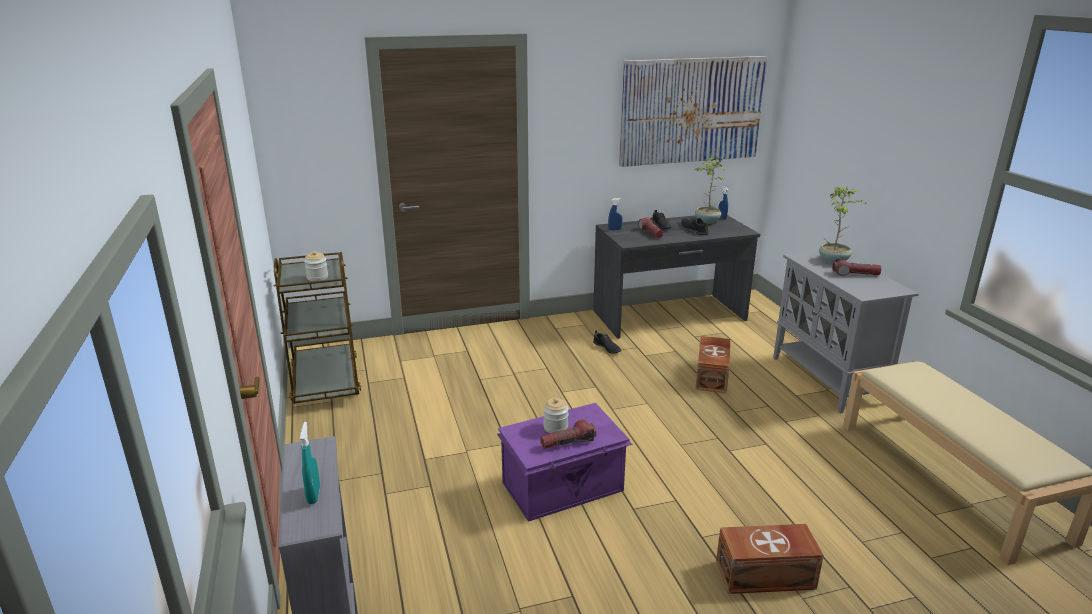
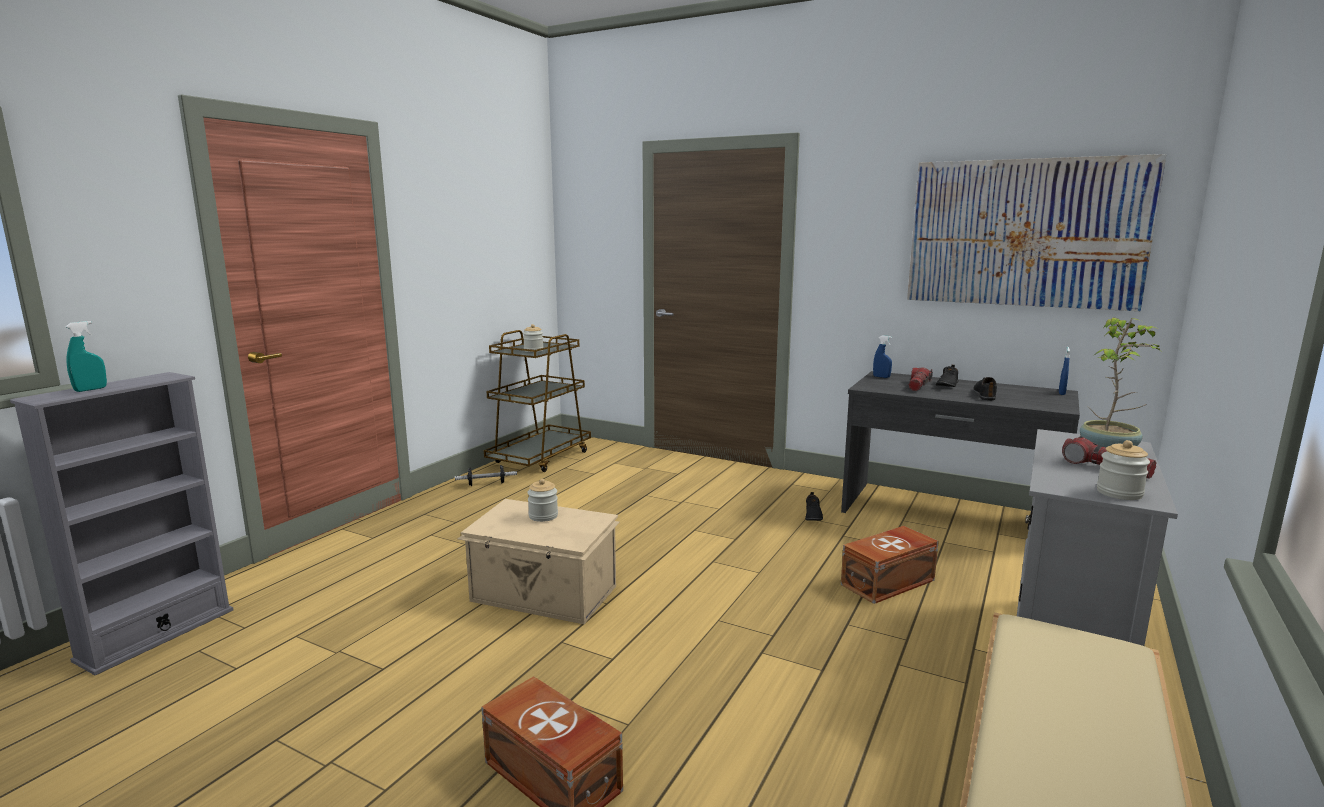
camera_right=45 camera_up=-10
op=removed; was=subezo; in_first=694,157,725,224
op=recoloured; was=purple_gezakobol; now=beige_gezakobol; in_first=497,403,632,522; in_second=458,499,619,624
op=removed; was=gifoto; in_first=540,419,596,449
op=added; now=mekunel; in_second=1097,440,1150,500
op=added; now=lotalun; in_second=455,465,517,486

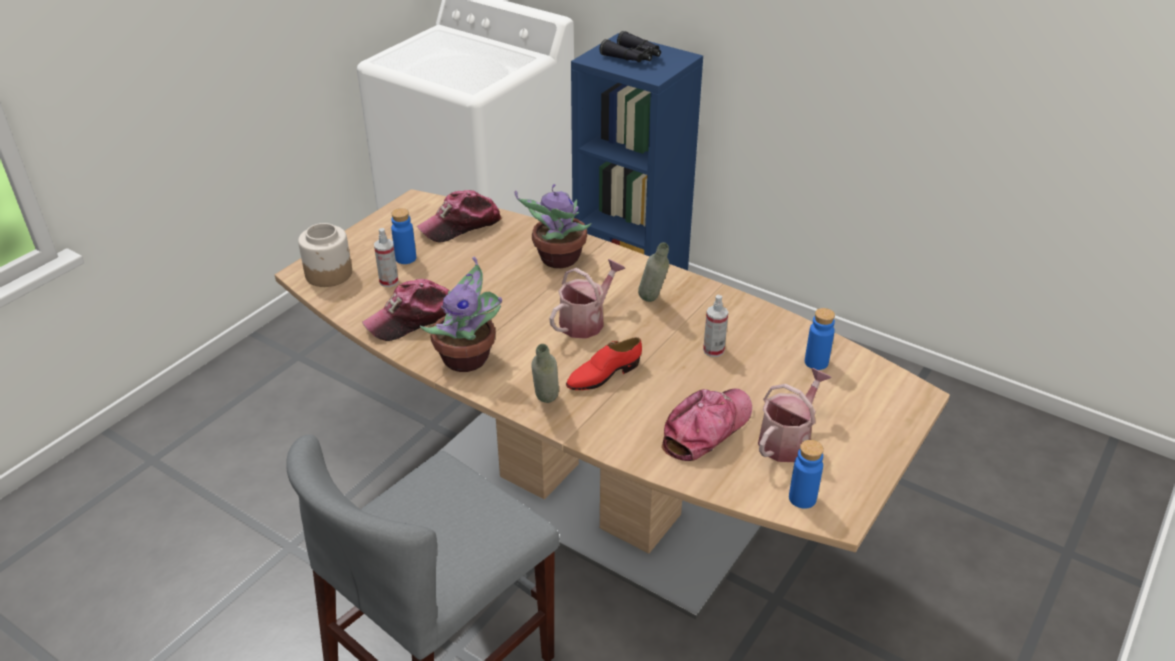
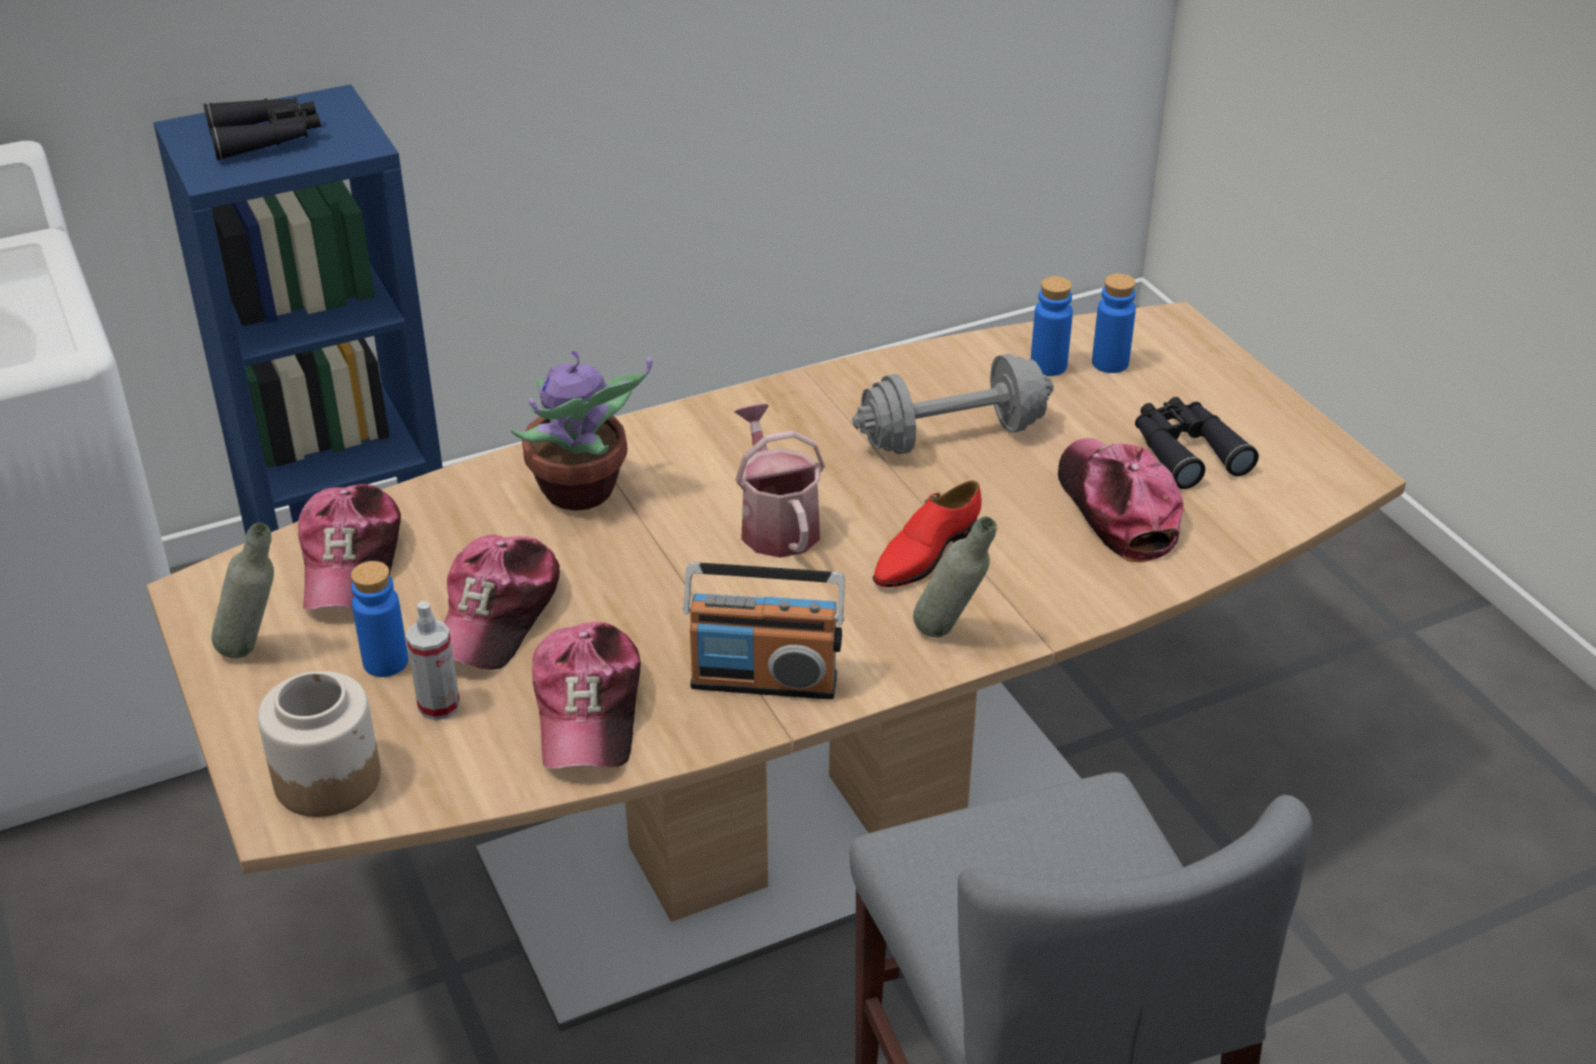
camera_right=-60 camera_up=0
op=moved; was=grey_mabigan; in_first=638,242,669,302; in_second=211,523,274,658
op=replaced; was=subezo; now=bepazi; in_first=420,256,502,372; in_second=683,562,845,699
op=replaced; was=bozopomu; now=grey_lotalun; in_first=703,295,728,357; in_second=852,354,1054,454
op=turned; was=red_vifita; in_first=566,337,642,390; in_second=873,480,982,587; clockwise=45
op=replaced; was=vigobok; now=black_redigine; in_first=758,368,832,462; in_second=1135,397,1259,489
op=moved; was=blue_mabigan; in_first=789,440,824,509; in_second=1092,274,1136,373
op=added; now=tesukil; in_second=444,535,560,670

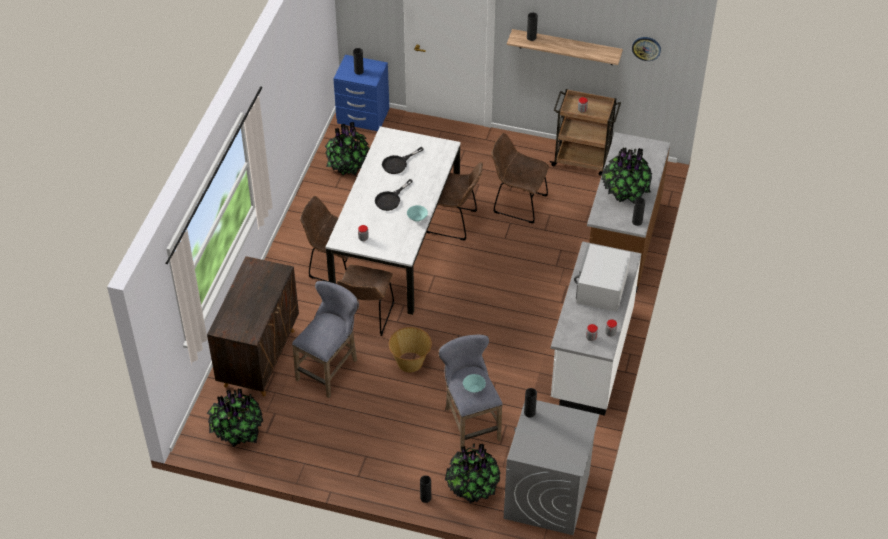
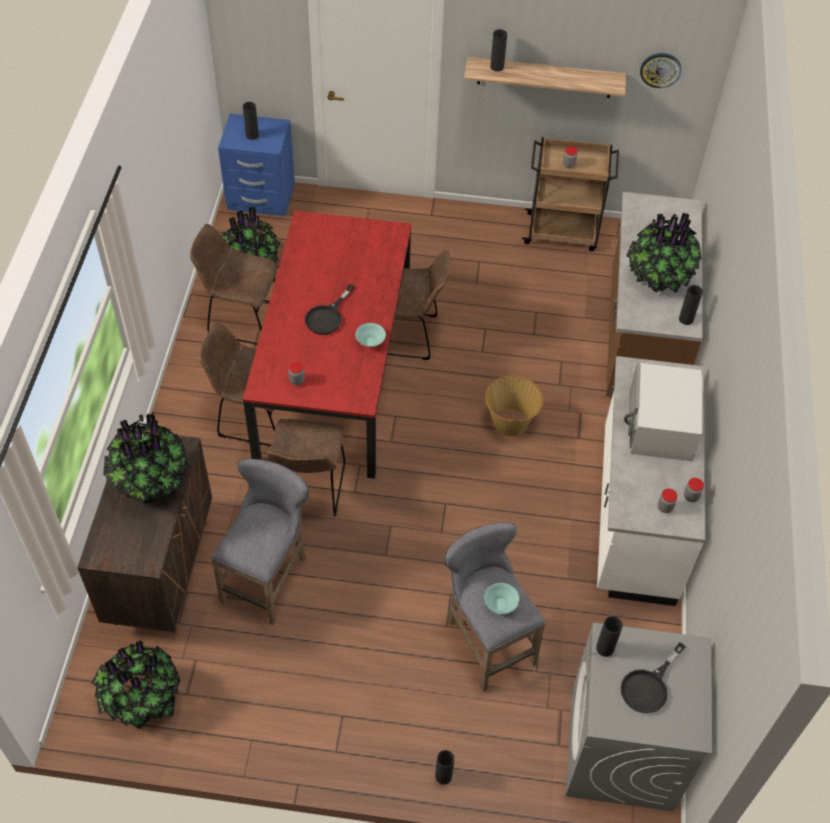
camera_right=-10 camera_up=5
op=recoloured; was=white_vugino; now=red_vugino; in_first=326,126,461,315; in_second=243,210,412,479
op=moved; was=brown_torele; in_first=491,133,549,223; in_second=190,224,278,345
op=moved; was=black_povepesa; in_first=382,147,424,174; in_second=620,642,686,713
op=moved; was=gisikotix; in_first=389,327,432,372; in_second=485,375,544,436
op=moved; was=subezo; in_first=445,443,501,503; in_second=103,413,191,505

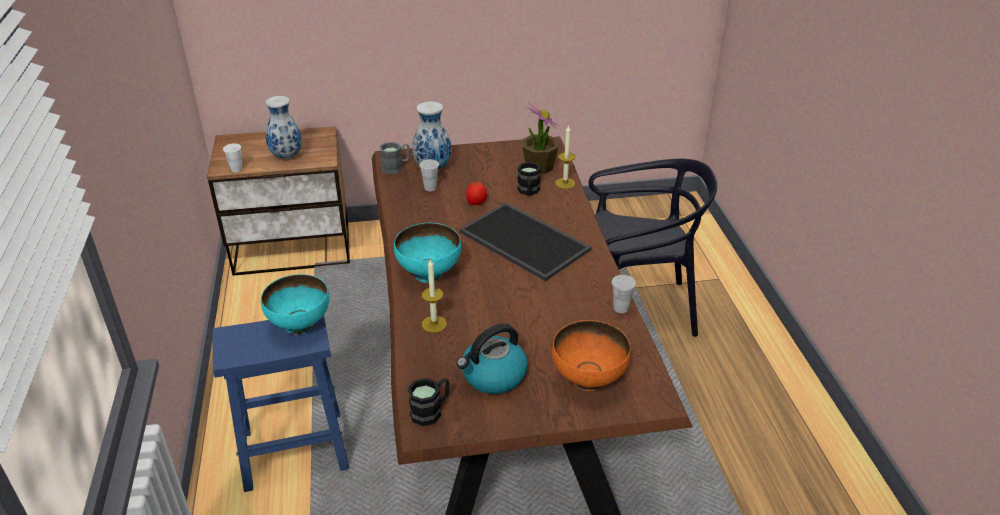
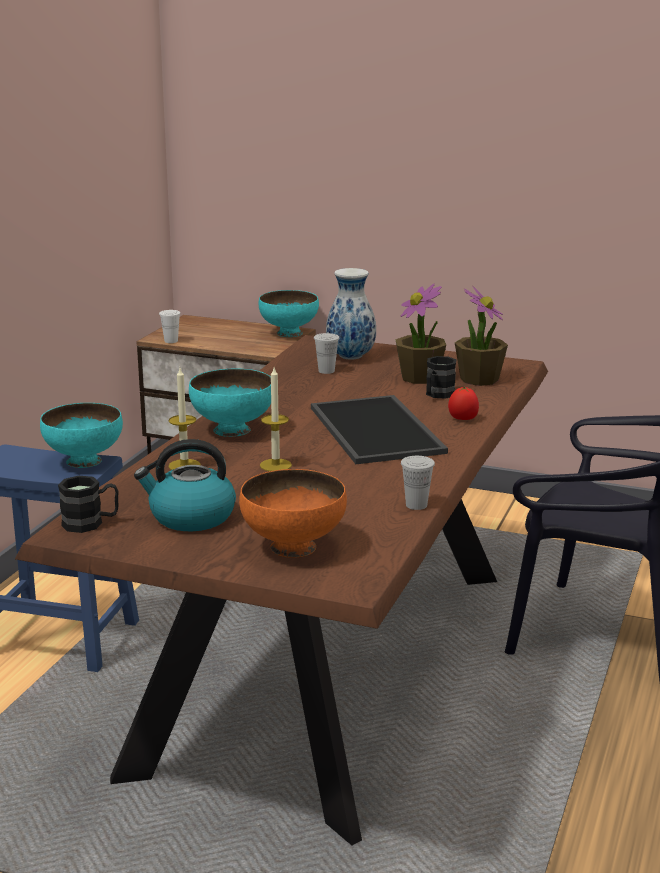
camera_right=30 camera_up=-15
op=removed; was=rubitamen; in_first=265,96,302,159
op=moved; was=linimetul; in_first=555,125,575,189; in_second=260,368,292,471
op=removed; was=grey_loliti; in_first=380,142,410,174
op=moved; was=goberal; in_first=466,182,487,205; in_second=448,387,479,420
op=added; now=subezo; in_second=395,283,446,384
op=added; now=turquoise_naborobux; in_second=259,290,319,337

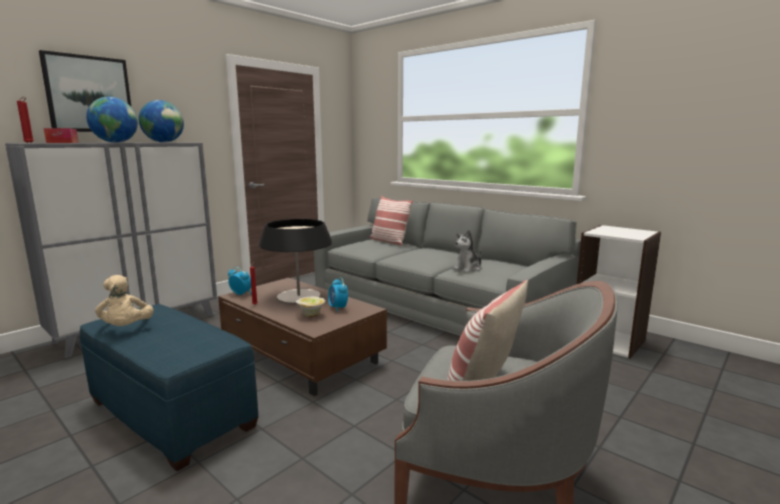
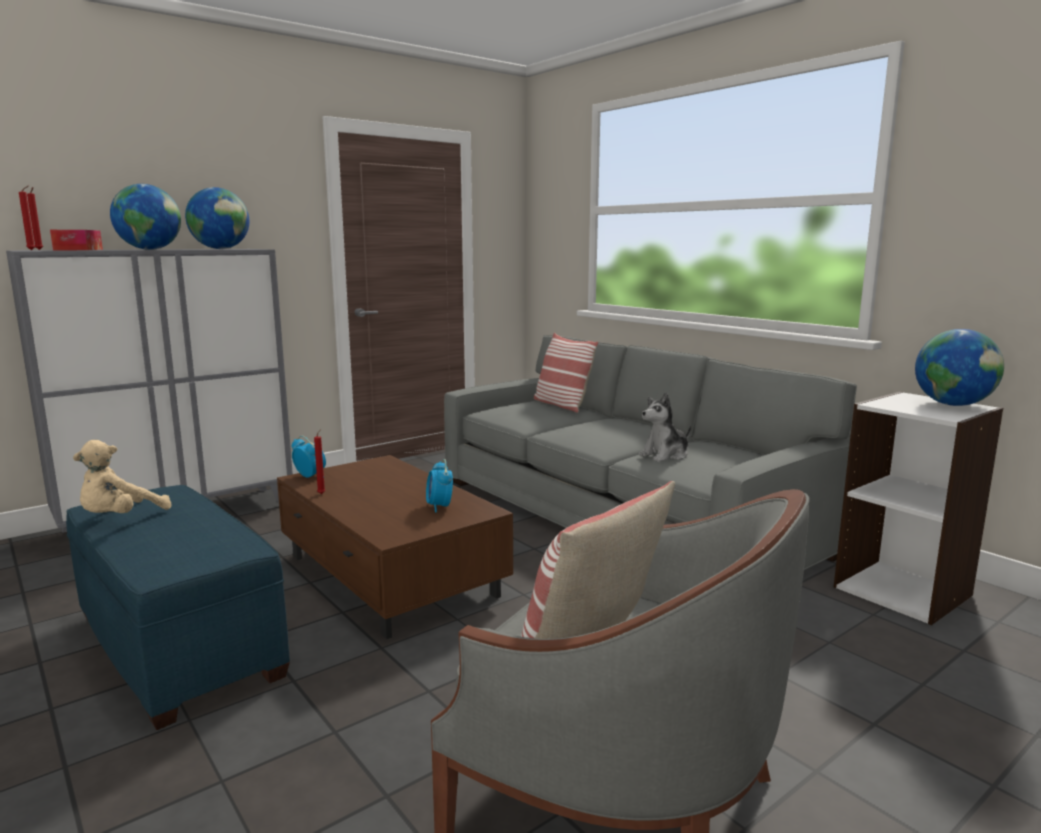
camera_right=10 camera_up=0
op=removed; was=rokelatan; in_first=39,50,131,132
op=removed; was=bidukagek; in_first=259,219,332,304
op=turned; was=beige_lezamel; in_first=95,275,154,326; in_second=73,440,171,513; clockwise=45
op=removed; was=naborobux; in_first=296,296,325,317
op=added; now=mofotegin; in_second=915,329,1004,406

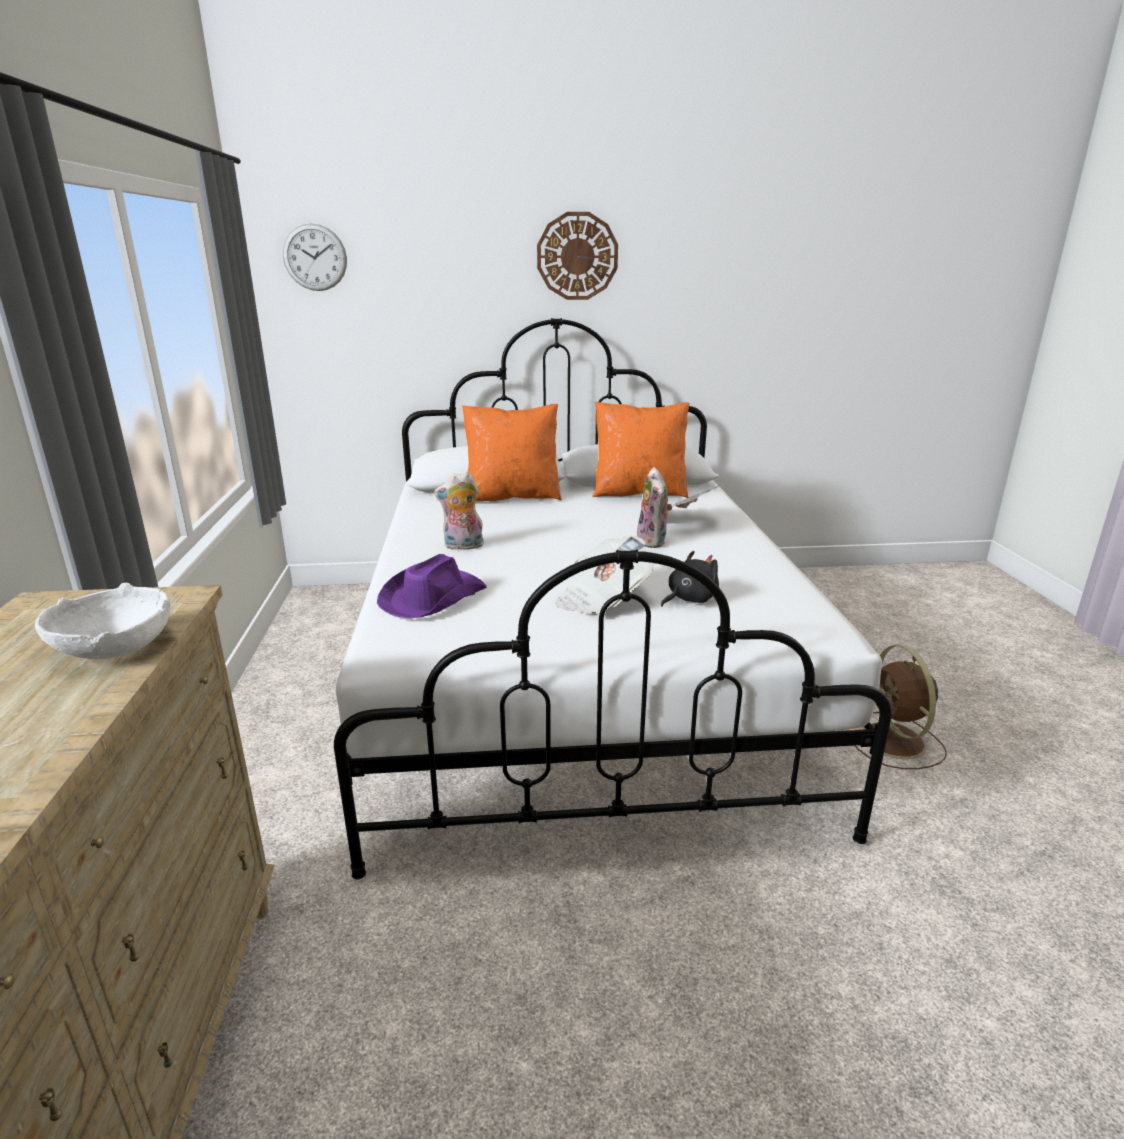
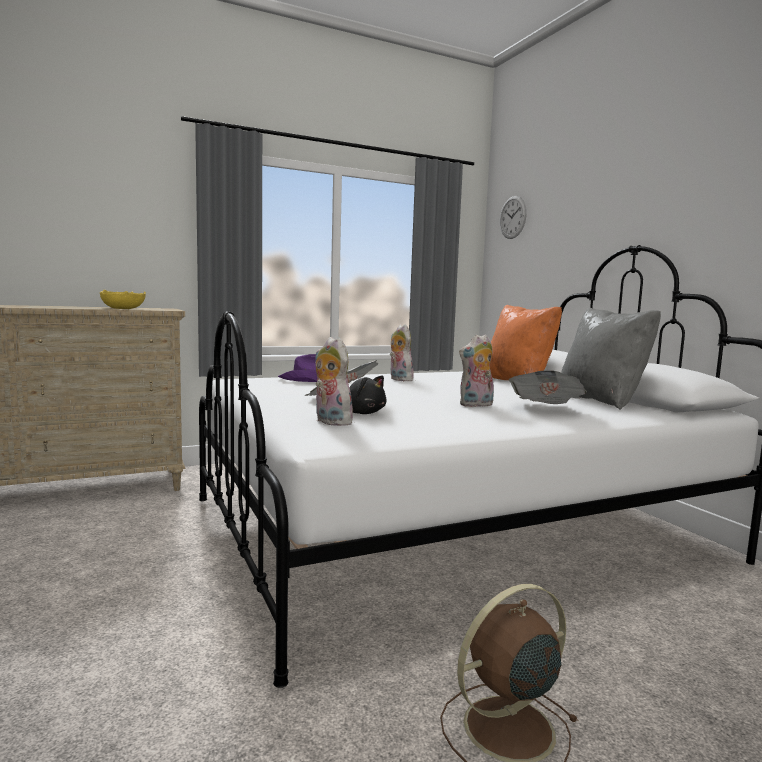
camera_right=70 camera_up=-15
op=removed; was=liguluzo; in_first=537,212,618,300
op=recoloured; was=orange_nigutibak; now=grey_nigutibak; in_first=592,402,690,498; in_second=561,308,661,410
op=recoloured; was=white_naborobux; now=yellow_naborobux; in_first=35,583,170,659; in_second=100,290,146,309
op=added; now=lezamel; in_second=315,337,356,426

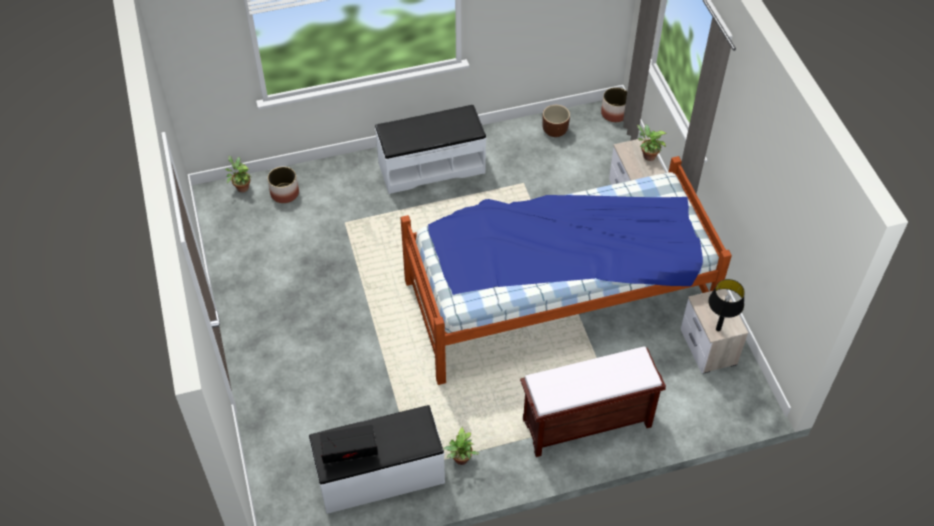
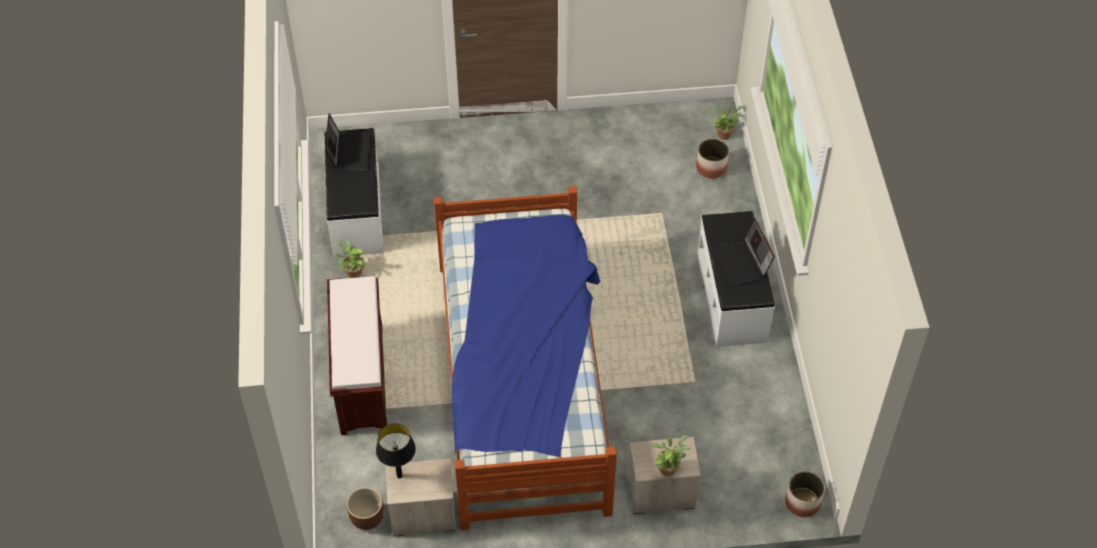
camera_right=100 camera_up=0
op=moved; was=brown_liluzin; in_first=542,105,570,137; in_second=346,487,384,530
op=added; now=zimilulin; in_second=714,218,775,286

